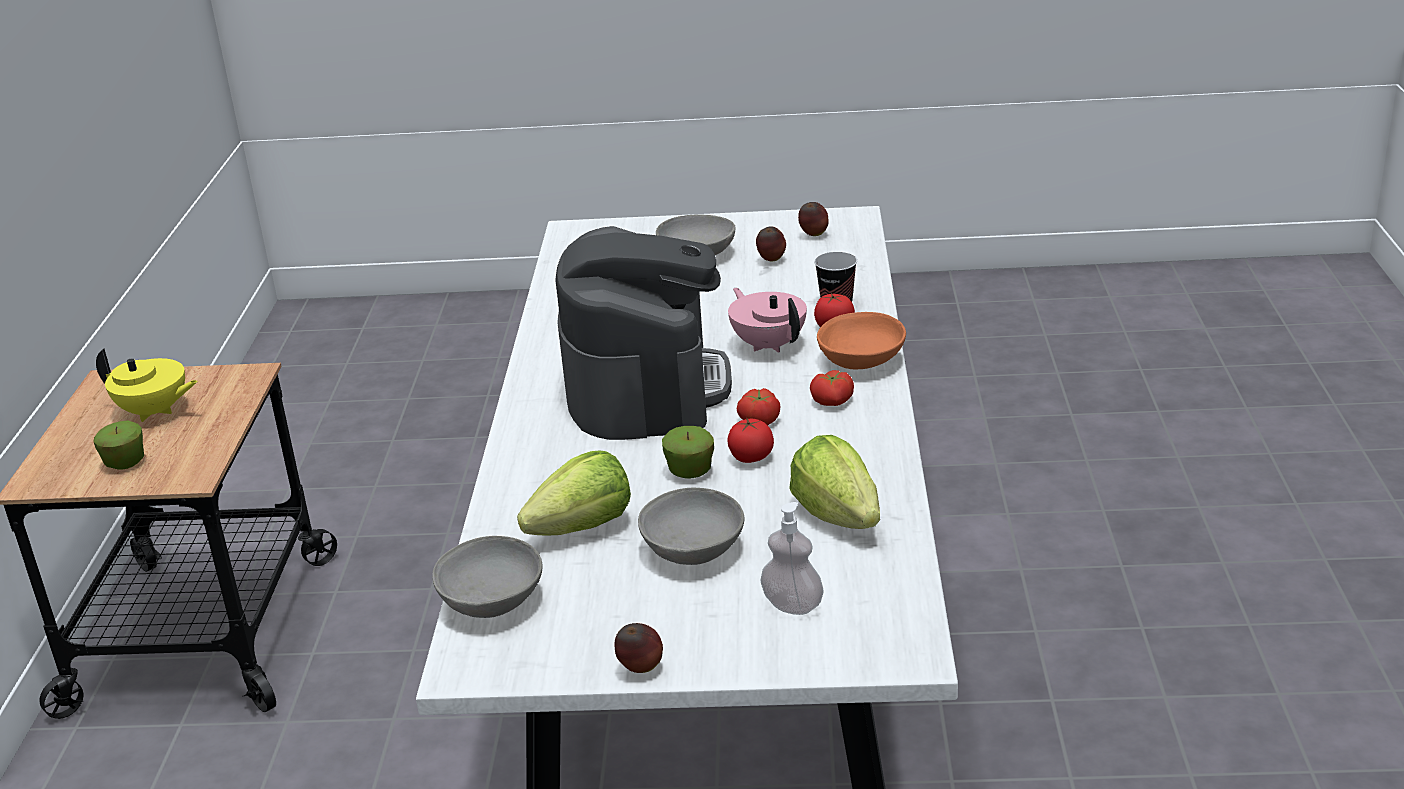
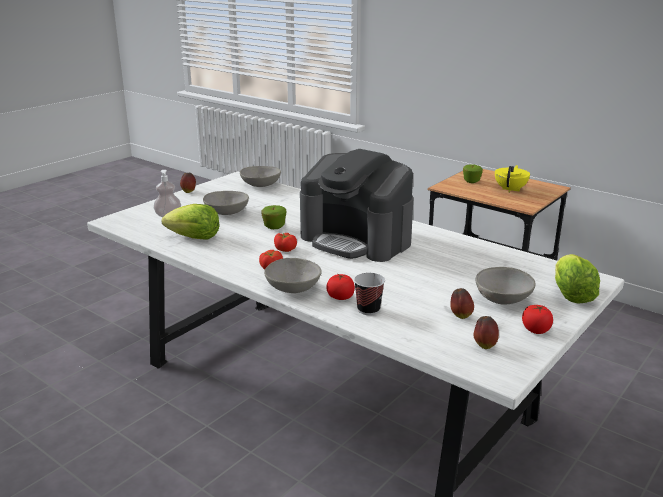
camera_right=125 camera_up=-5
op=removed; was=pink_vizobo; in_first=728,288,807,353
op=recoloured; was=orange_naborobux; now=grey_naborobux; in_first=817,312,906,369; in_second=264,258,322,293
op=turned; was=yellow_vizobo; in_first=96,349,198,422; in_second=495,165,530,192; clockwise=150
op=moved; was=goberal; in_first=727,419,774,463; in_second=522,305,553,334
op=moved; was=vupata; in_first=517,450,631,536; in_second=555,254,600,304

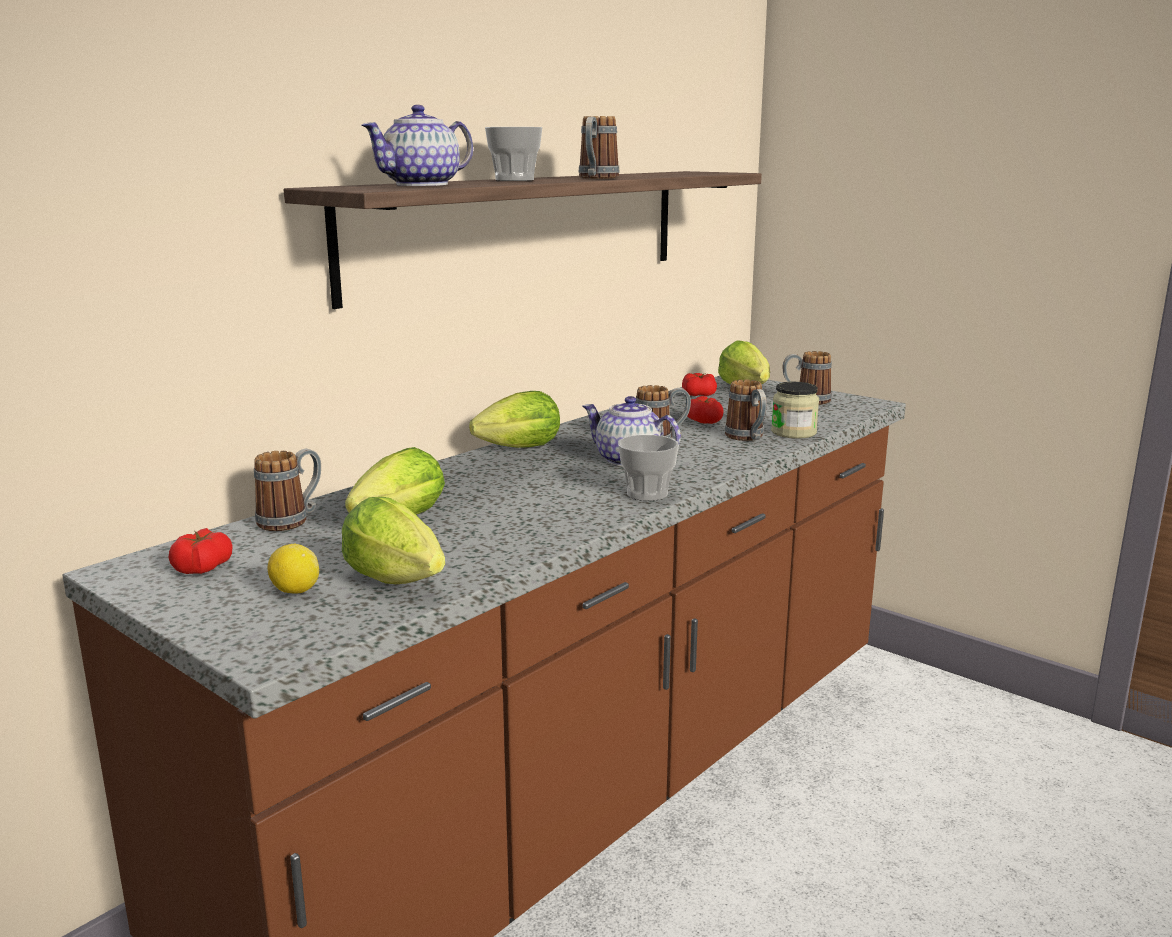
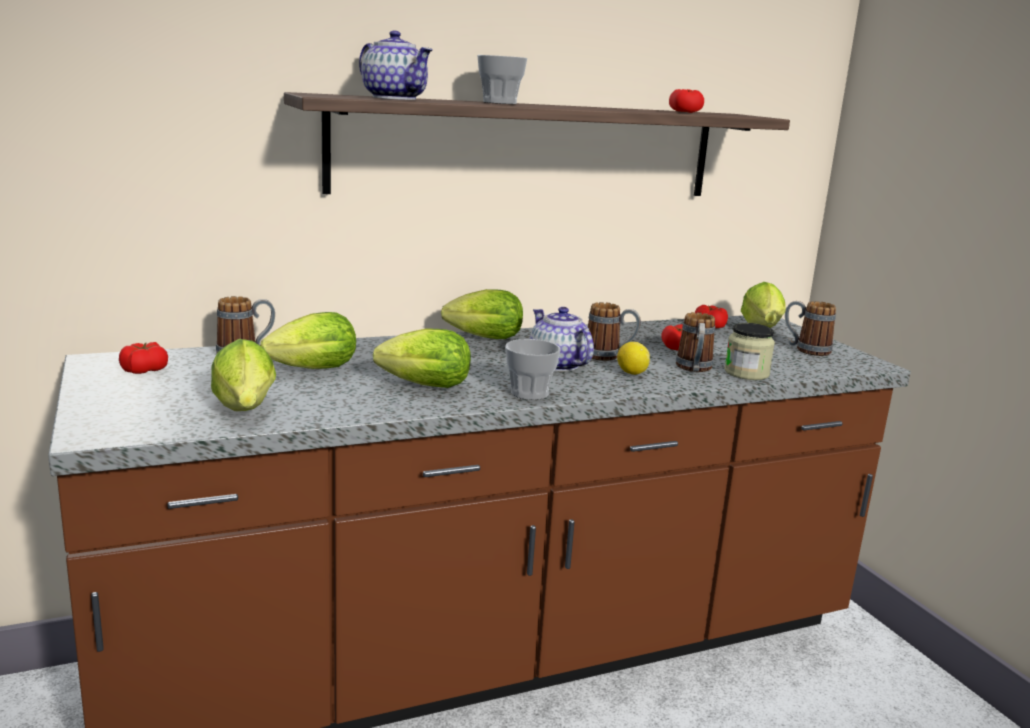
camera_right=25 camera_up=0
op=turned; was=vizobo; in_first=361,105,473,186; in_second=359,31,433,100; clockwise=-120
op=removed; was=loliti; in_first=579,116,620,179
op=moved; was=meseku; in_first=268,544,319,594; in_second=617,342,650,375
op=added; now=goberal; in_second=669,89,704,113
op=added; now=vupata; in_second=373,328,471,388

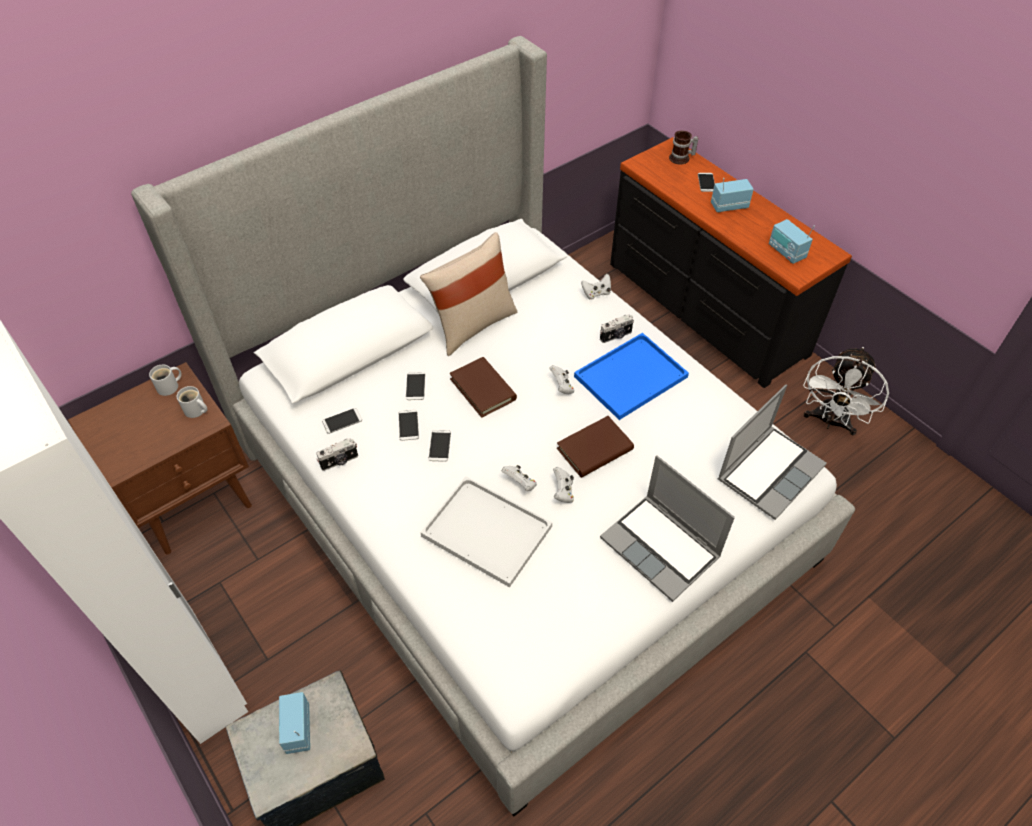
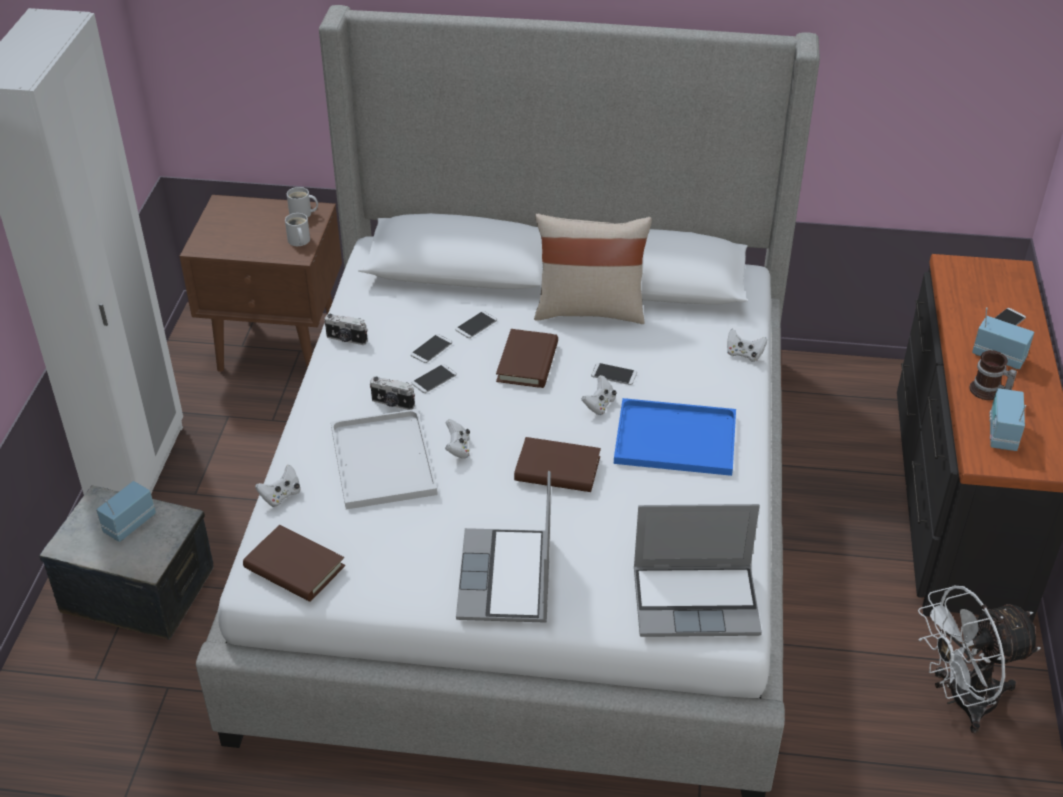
camera_right=45 camera_up=-10
op=moved; was=loliti; in_first=669,131,698,164; in_second=969,350,1017,400
op=moved; was=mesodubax; in_first=600,314,634,343; in_second=370,377,415,410
op=moved; was=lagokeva; in_first=322,408,362,434; in_second=591,363,637,385
op=moved; was=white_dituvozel; in_first=553,467,574,503; in_second=255,464,301,507
op=added; now=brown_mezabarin; in_second=243,525,345,602

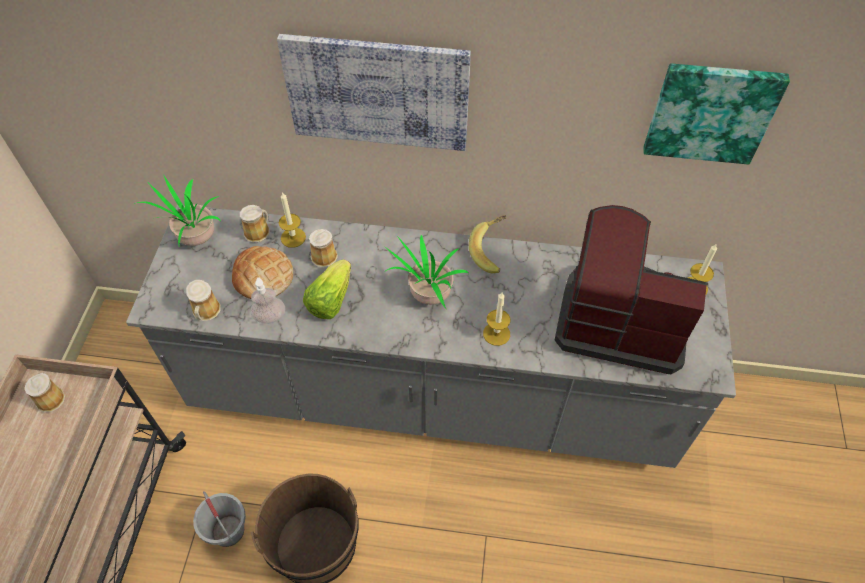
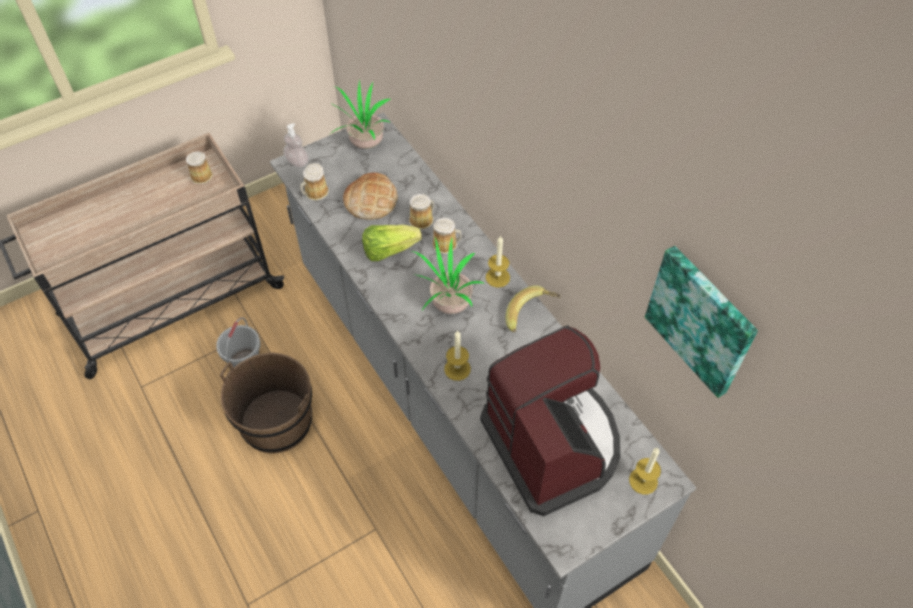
camera_right=50 camera_up=0
op=removed; was=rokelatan; in_first=277,34,471,151
op=moved; was=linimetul; in_first=279,192,306,248; in_second=486,235,510,288
op=moved; was=loliti; in_first=240,205,270,243; in_second=432,218,462,254
op=moved; was=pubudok; in_first=251,277,285,324; in_second=284,123,309,168

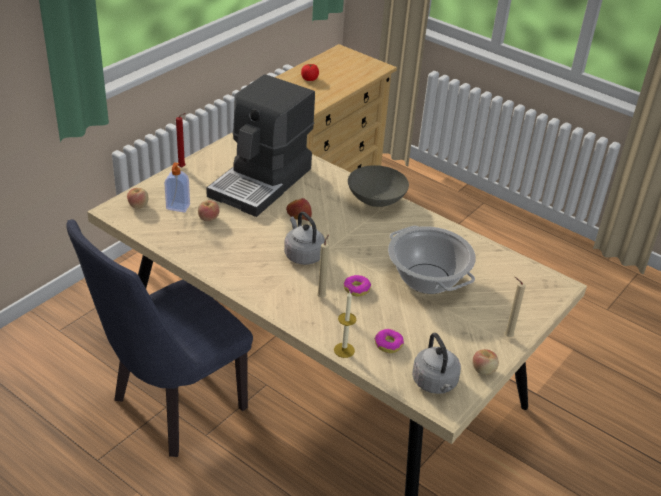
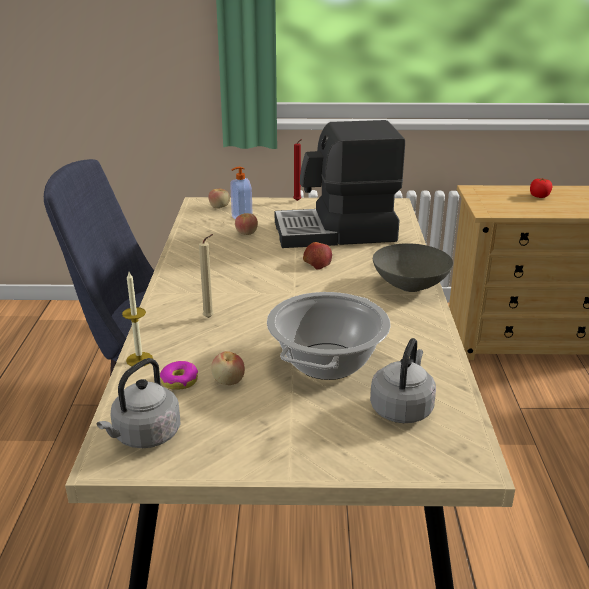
camera_right=55 camera_up=-10
op=moved; was=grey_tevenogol; in_first=284,212,325,265; in_second=370,338,436,423
op=removed; was=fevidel; in_first=344,275,371,297
op=removed; was=beige_linimetul; in_first=505,277,526,337
op=moved; was=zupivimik; in_first=473,349,499,375; in_second=211,351,245,385

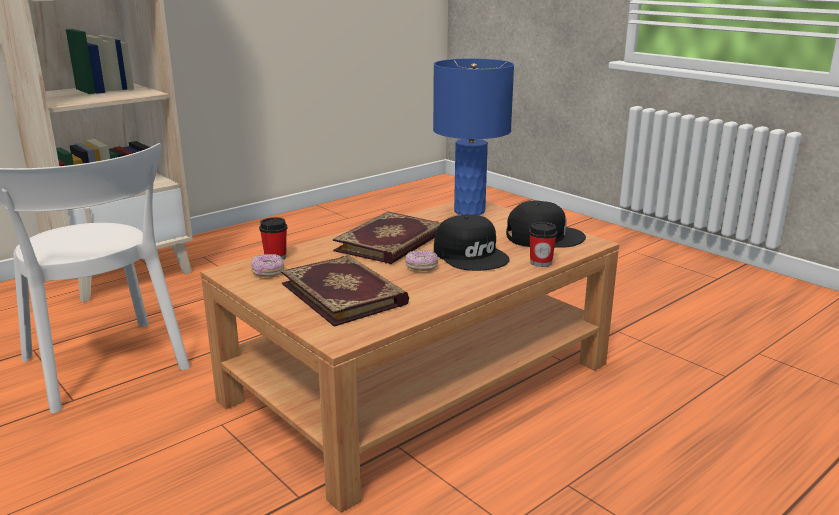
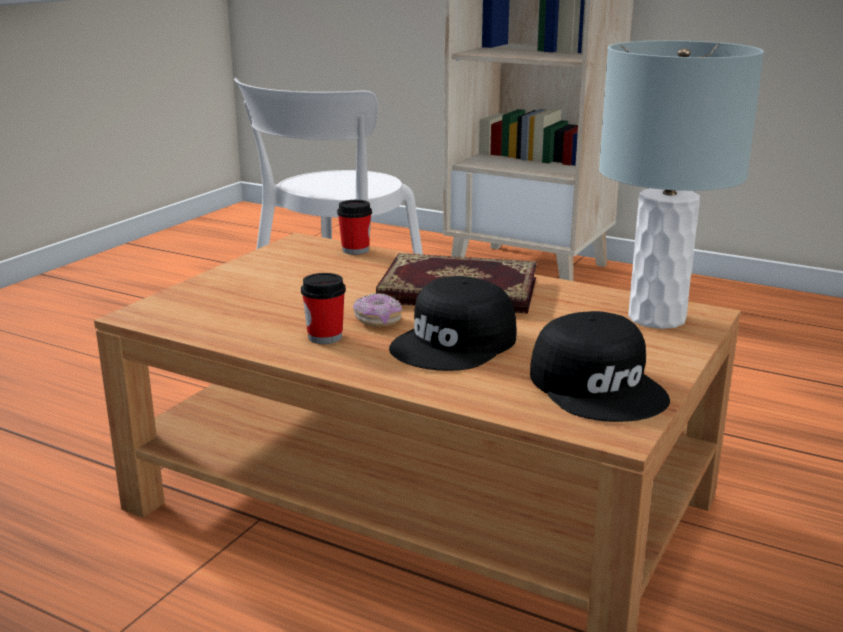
camera_right=70 camera_up=0
op=recoloured; was=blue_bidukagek; now=grey_bidukagek; in_first=433,58,514,215; in_second=599,40,764,329
op=moved; was=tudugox; in_first=529,222,557,267; in_second=301,273,346,344
op=removed; was=fevidel; in_first=251,254,284,277
op=removed; was=mezabarin; in_first=281,255,409,327

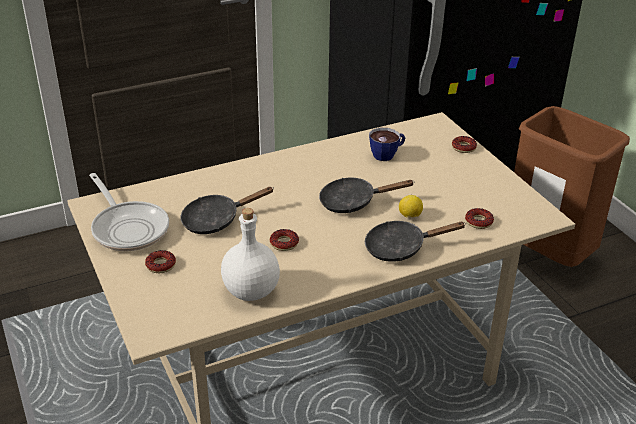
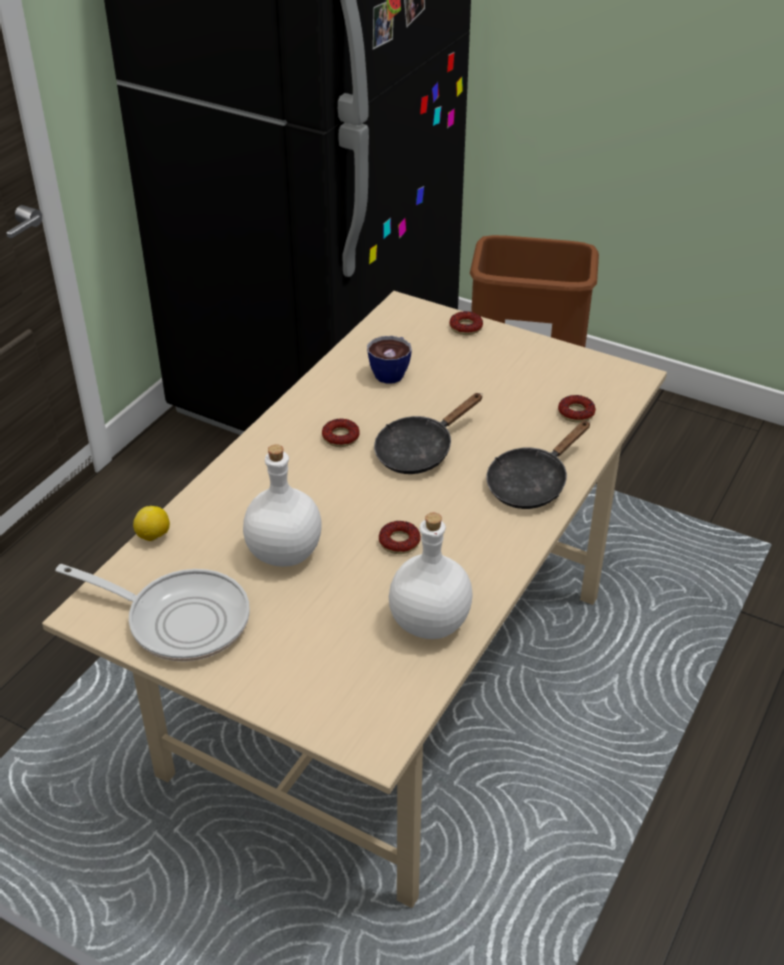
camera_right=-35 camera_up=5
op=replaced; was=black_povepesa; now=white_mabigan; in_first=180,187,274,234; in_second=243,445,322,567
op=moved; was=meseku; in_first=399,195,423,218; in_second=133,506,170,541
op=moved; was=fevidel; in_first=145,250,176,273; in_second=322,419,360,447

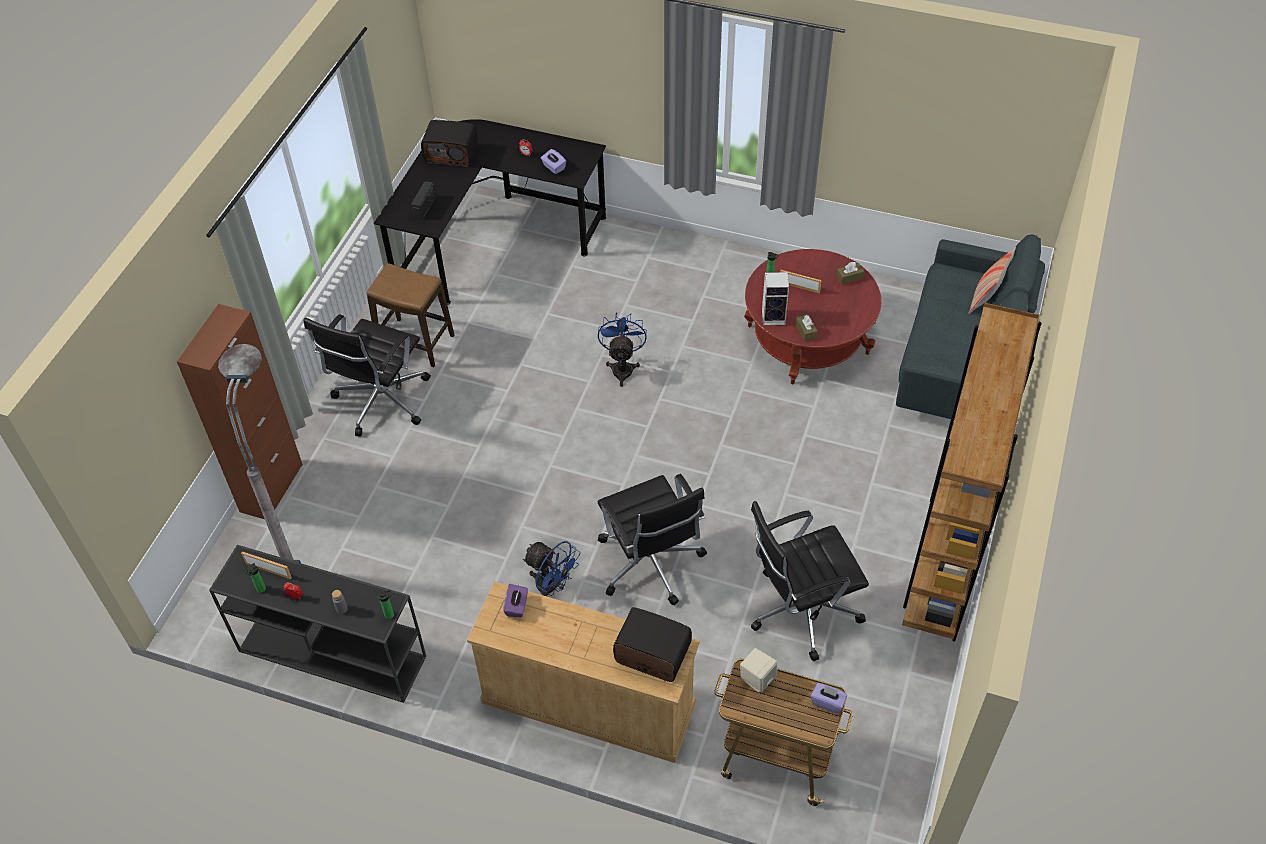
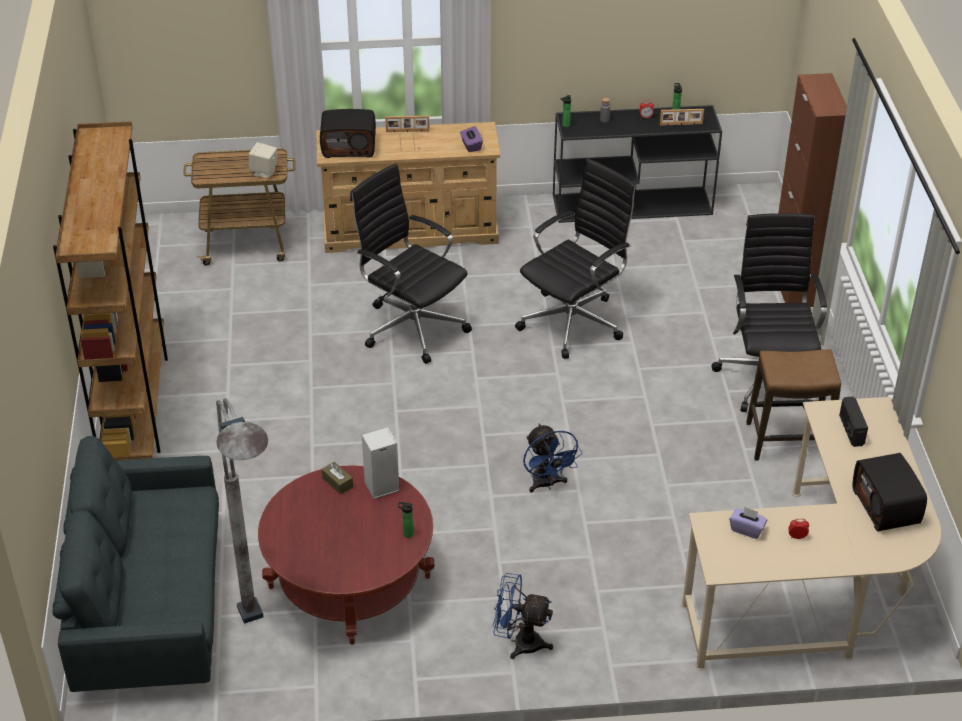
camera_right=155 camera_up=-10
op=recoloured; was=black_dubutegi; now=beige_dubutegi; in_first=374,119,606,305; in_second=681,397,941,671
op=turned; was=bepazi; in_first=421,120,478,168; in_second=852,453,927,531; clockwise=-90
op=removed; was=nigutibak; in_first=968,247,1016,314
op=removed; was=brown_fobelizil; in_first=836,262,864,285
op=moved; was=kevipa; in_first=780,270,822,293; in_second=385,116,430,132
op=moved; was=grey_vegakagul; in_first=218,344,301,563; in_second=216,398,268,624
op=moved; was=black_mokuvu; in_first=751,501,869,661; in_second=515,158,636,359
op=moved; was=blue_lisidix; in_first=523,541,580,596; in_second=493,573,553,659
op=removed; was=purple_fobelizil; in_first=810,683,847,714

